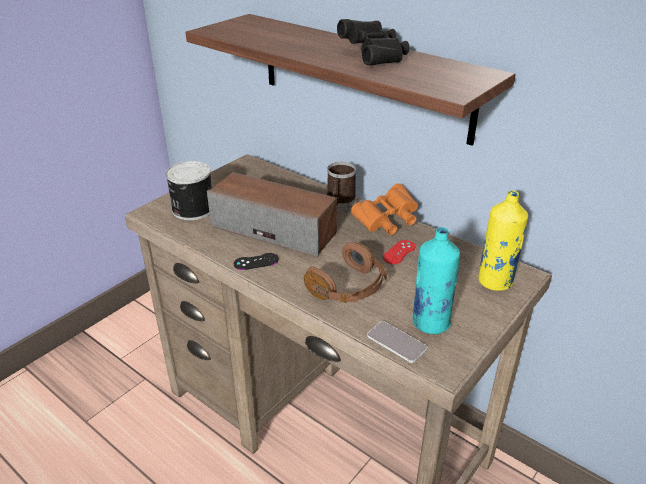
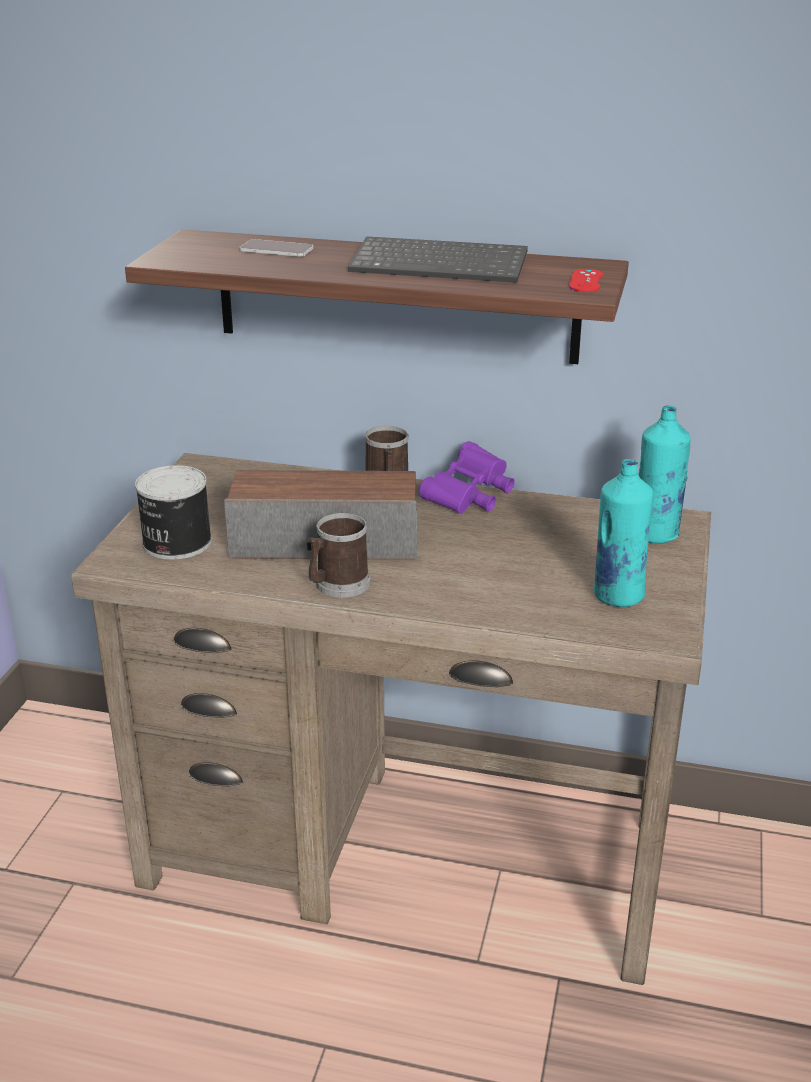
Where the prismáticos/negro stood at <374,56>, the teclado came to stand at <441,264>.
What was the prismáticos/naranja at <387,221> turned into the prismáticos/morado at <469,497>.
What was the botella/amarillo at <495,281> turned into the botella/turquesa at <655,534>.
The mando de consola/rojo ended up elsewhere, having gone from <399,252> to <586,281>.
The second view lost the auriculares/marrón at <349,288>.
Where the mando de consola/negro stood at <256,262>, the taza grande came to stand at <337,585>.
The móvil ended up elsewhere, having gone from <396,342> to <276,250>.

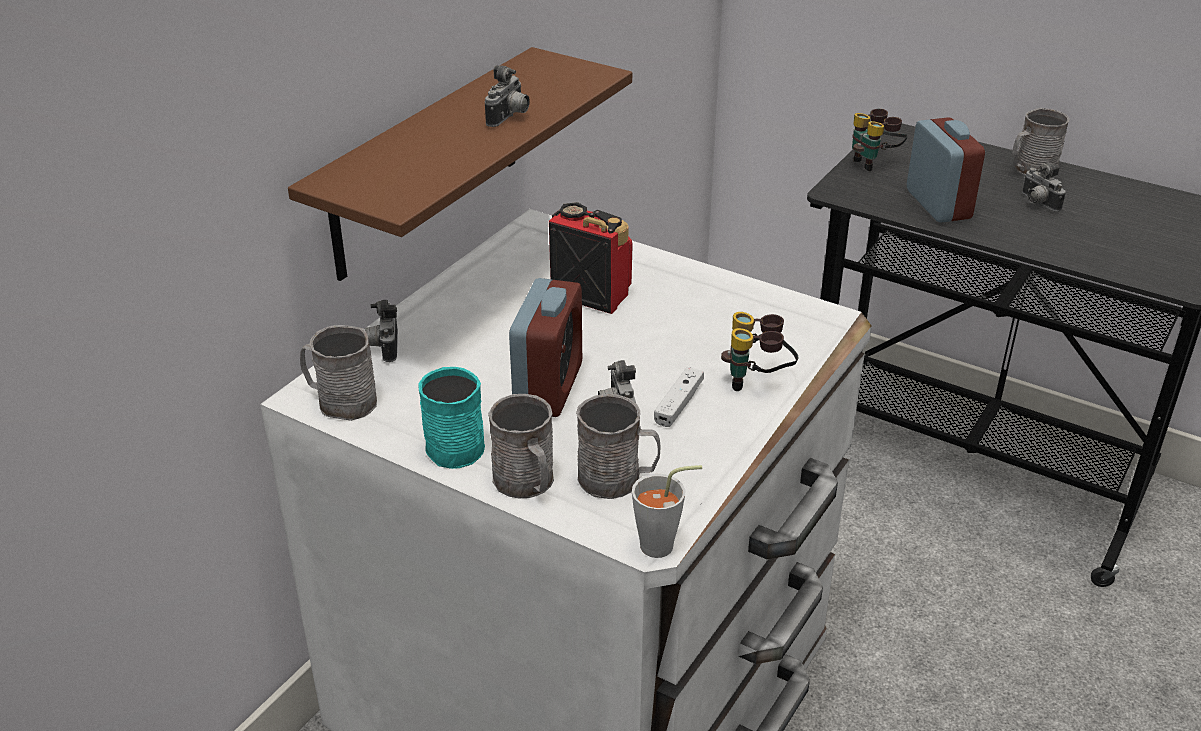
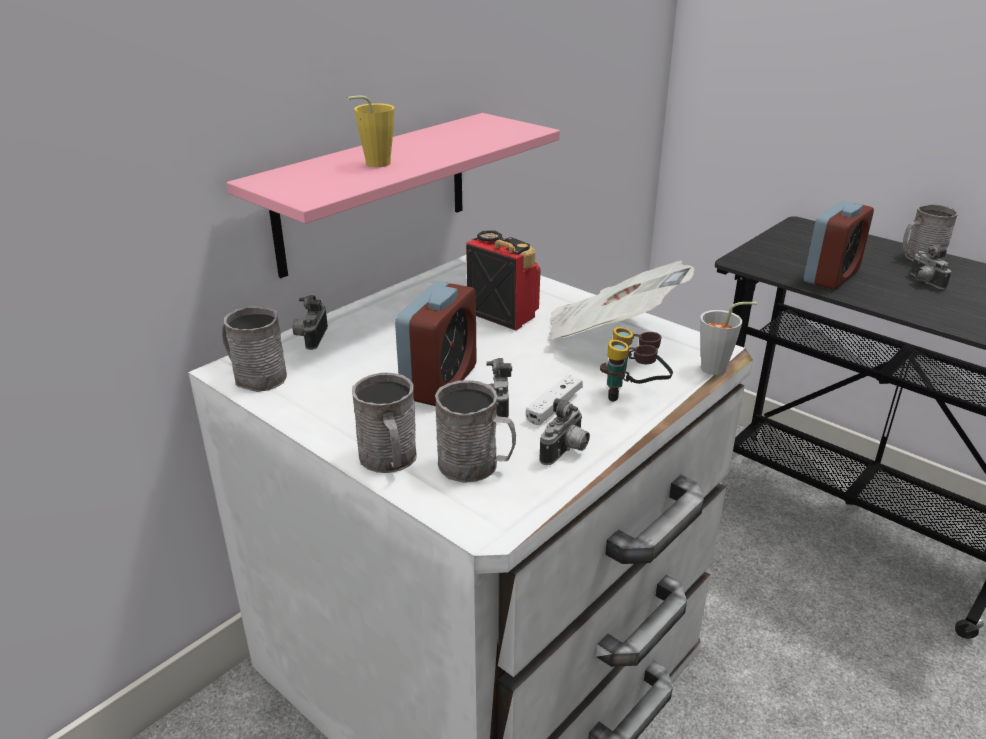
What was the estante/marrón at <426,164> turned into the estante/rosa at <374,193>.
The cámara ended up elsewhere, having gone from <509,117> to <566,452>.
The second view lost the prismáticos at <874,162>.
The despertador at <938,204> ended up facing another way, 45 degrees clockwise from before.
The second view lost the taza grande/turquesa at <451,444>.
The taza/gris ended up elsewhere, having gone from <664,546> to <719,369>.
The second view gained the taza/amarillo at <373,164>.
The second view gained the periódico at <610,335>.

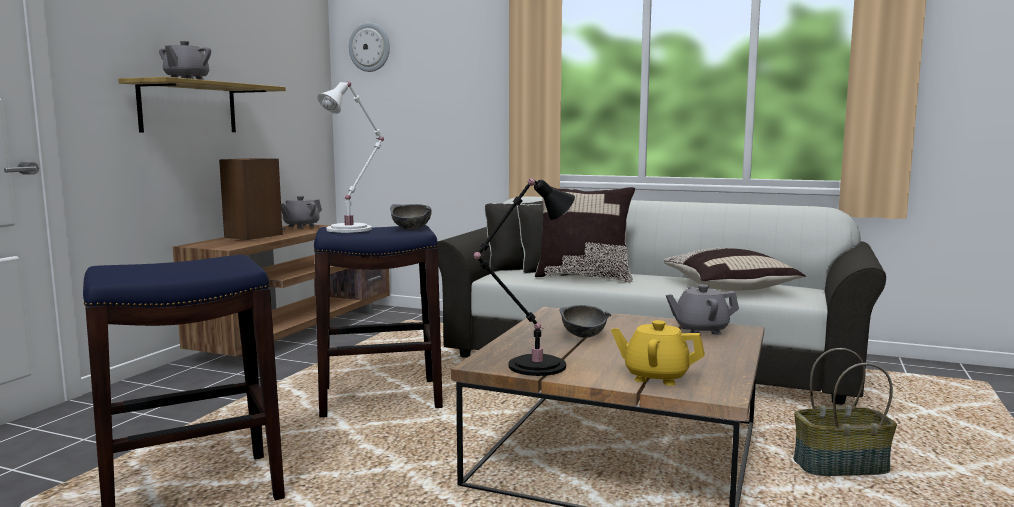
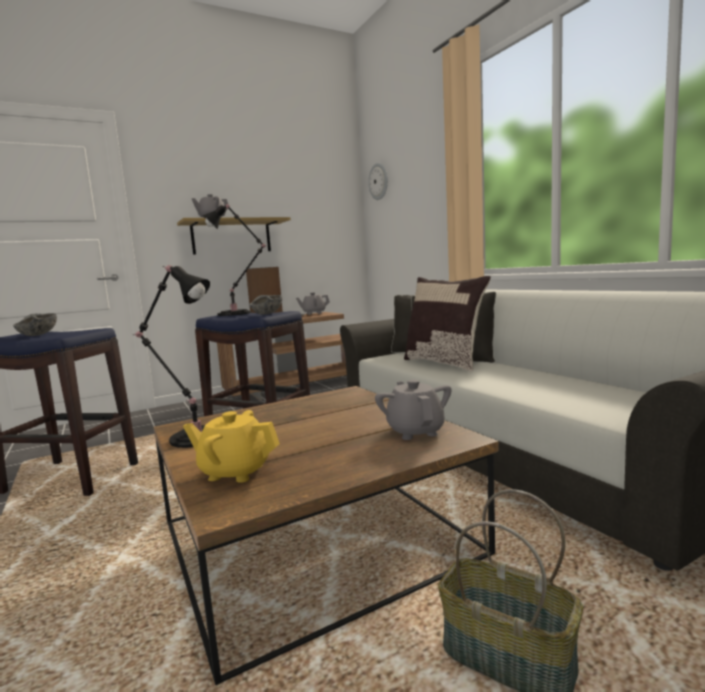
What was the lámpara de mesa/blanco at <352,229> turned into the lámpara de mesa/negro at <237,313>.
The second view lost the cojín at <729,288>.
The tetera/gris at <700,330> ended up facing another way, 45 degrees clockwise from before.
The cuenco/gris ended up elsewhere, having gone from <584,335> to <37,335>.
The tetera/amarillo at <656,377> ended up facing another way, 45 degrees counterclockwise from before.

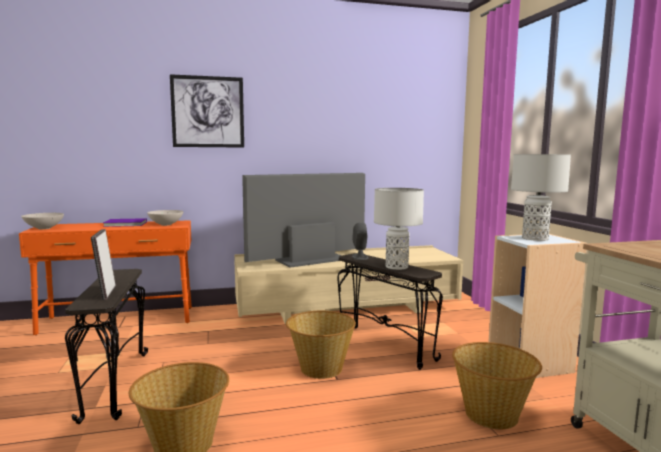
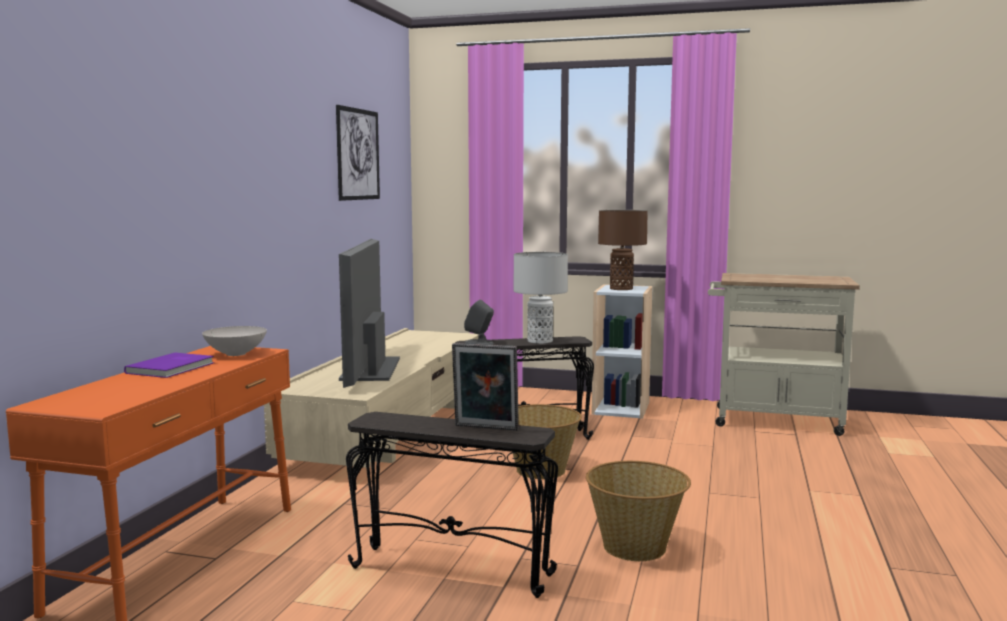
The cuadro ended up elsewhere, having gone from <208,112> to <358,154>.
What was the lámpara de mesa/blanco at <534,238> turned into the lámpara de mesa/marrón at <620,288>.
The second view lost the cuenco/blanco at <44,228>.
The second view lost the cesta at <492,414>.

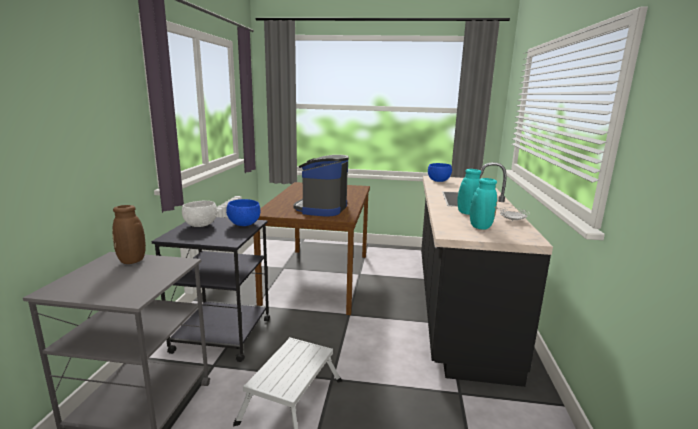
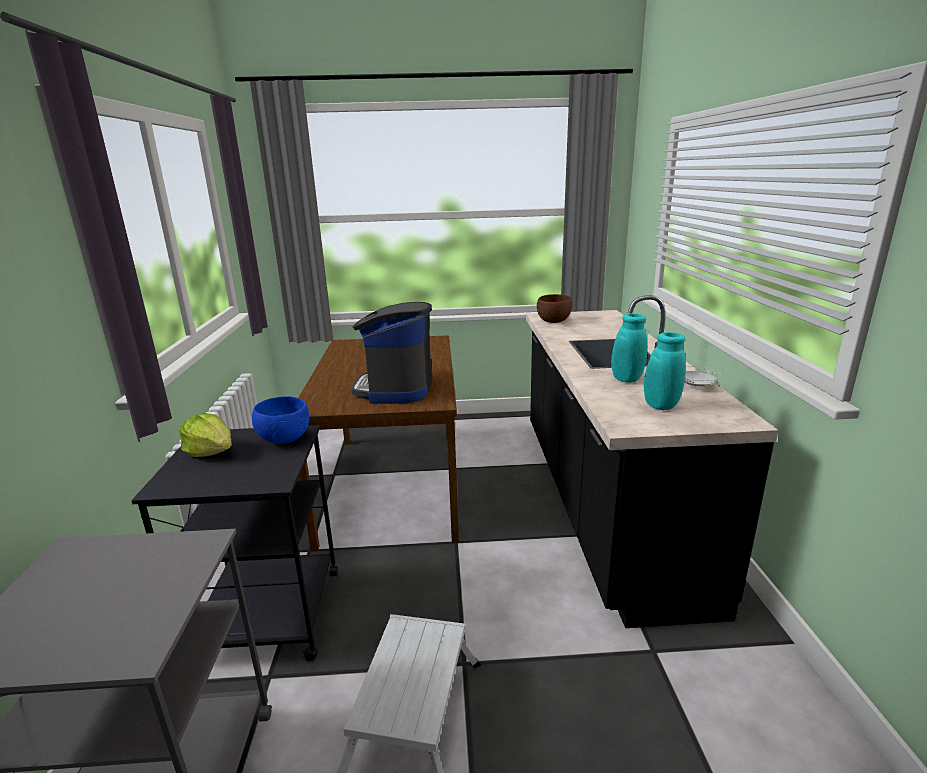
What was the cuenco/azul at <438,181> turned into the cuenco/marrón at <553,321>.
Where the cuenco/blanco stood at <201,225>, the lechuga came to stand at <211,452>.
The second view lost the florero/marrón at <132,262>.

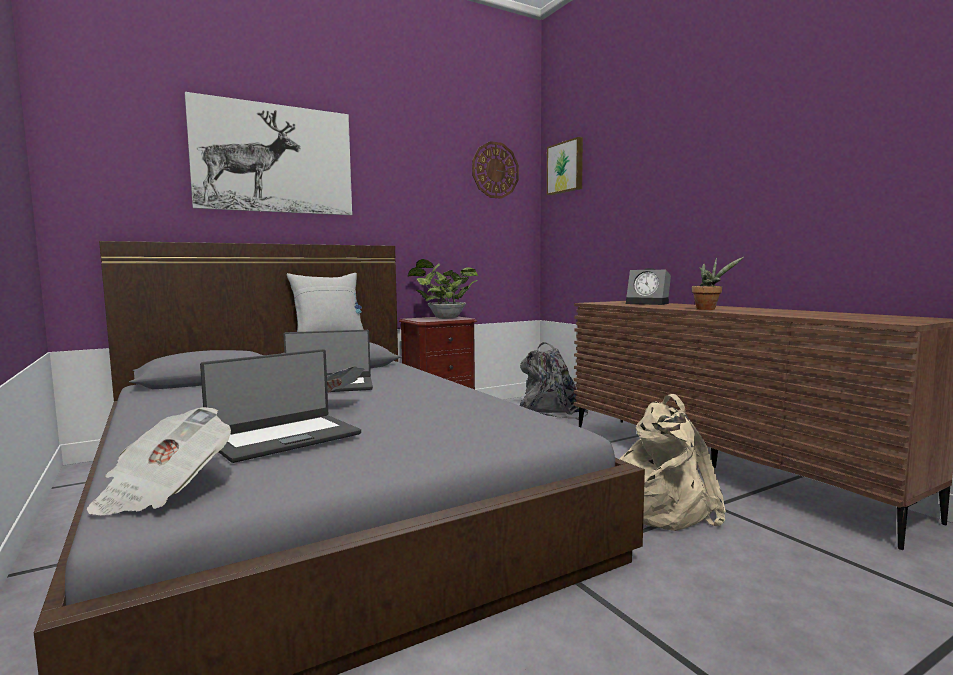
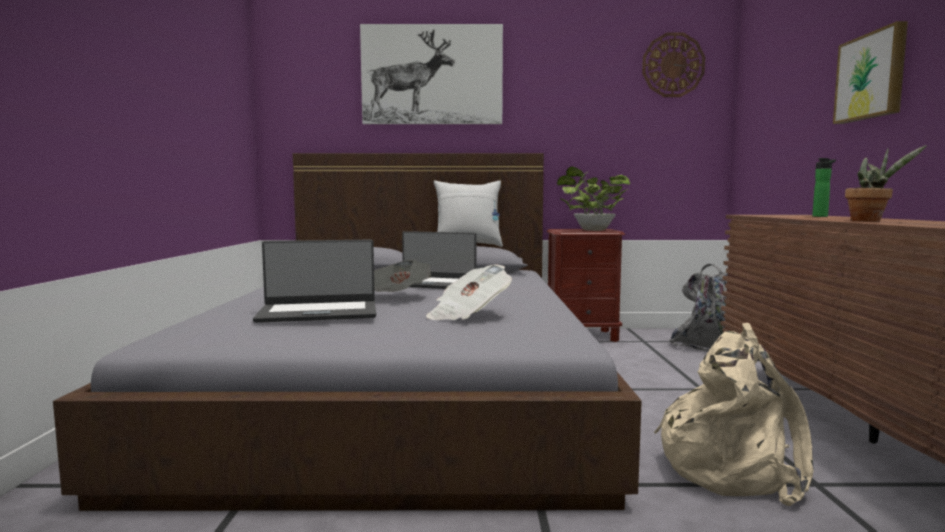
The cuadro ended up elsewhere, having gone from <566,167> to <872,76>.
Where the despertador stood at <649,303>, the botella came to stand at <821,216>.
The periódico ended up elsewhere, having gone from <163,491> to <468,315>.

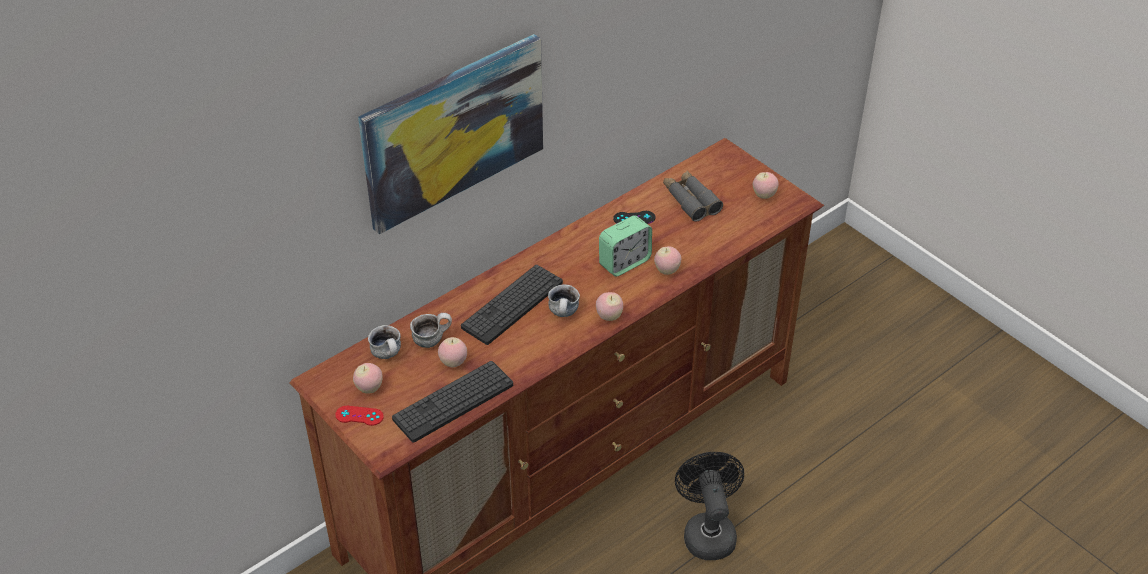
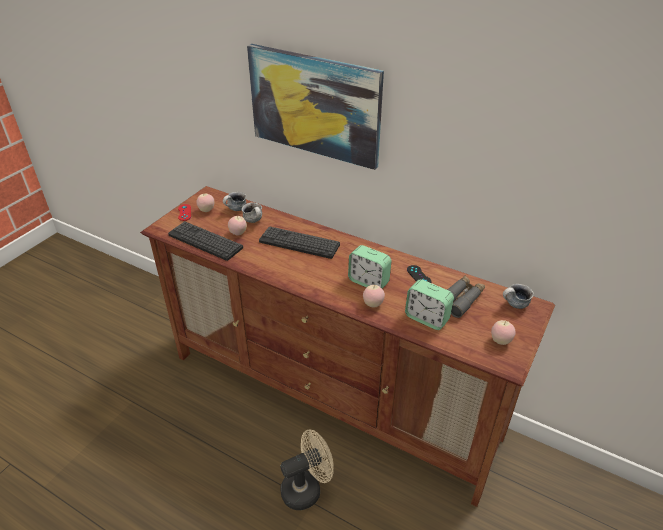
The taza grande ended up elsewhere, having gone from <564,314> to <514,305>.
The second view lost the manzana at <609,316>.
What was the ventilador/negro at <707,531> turned into the ventilador/beis at <307,488>.
The second view gained the despertador at <427,318>.

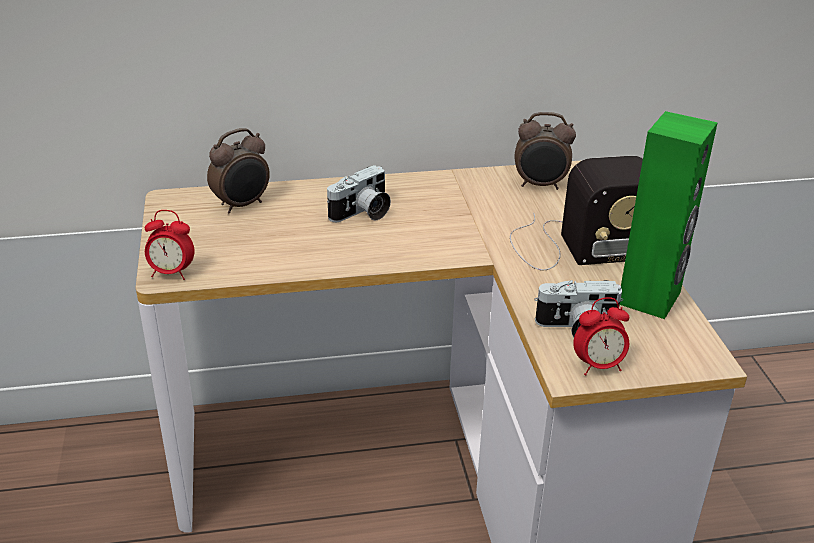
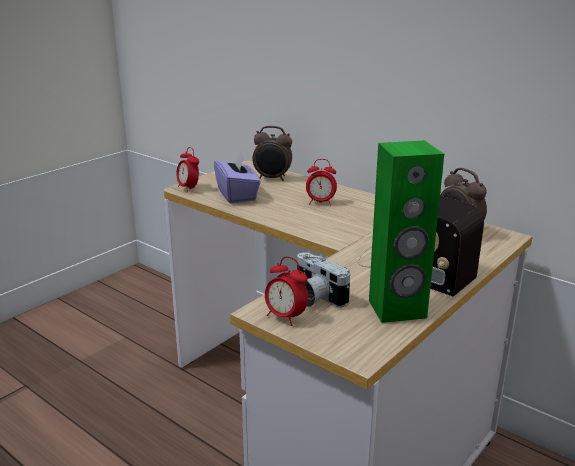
Where the cámara stood at <362,213>, the despertador came to stand at <320,203>.
The second view gained the caja de pañuelos/morado at <237,195>.

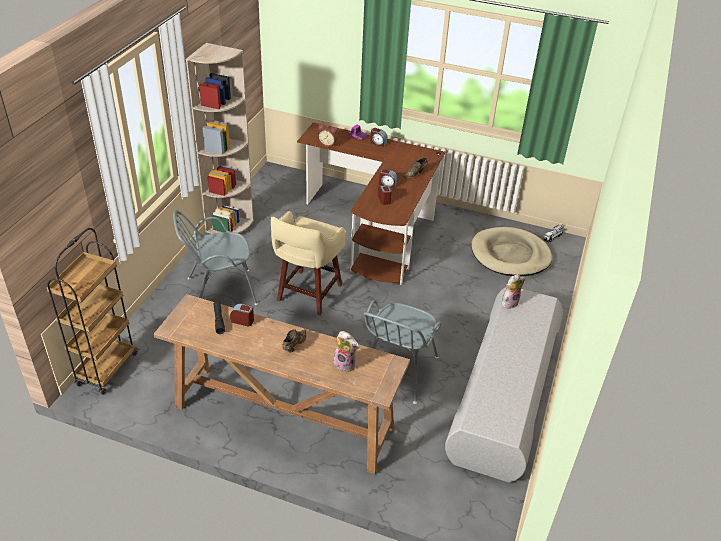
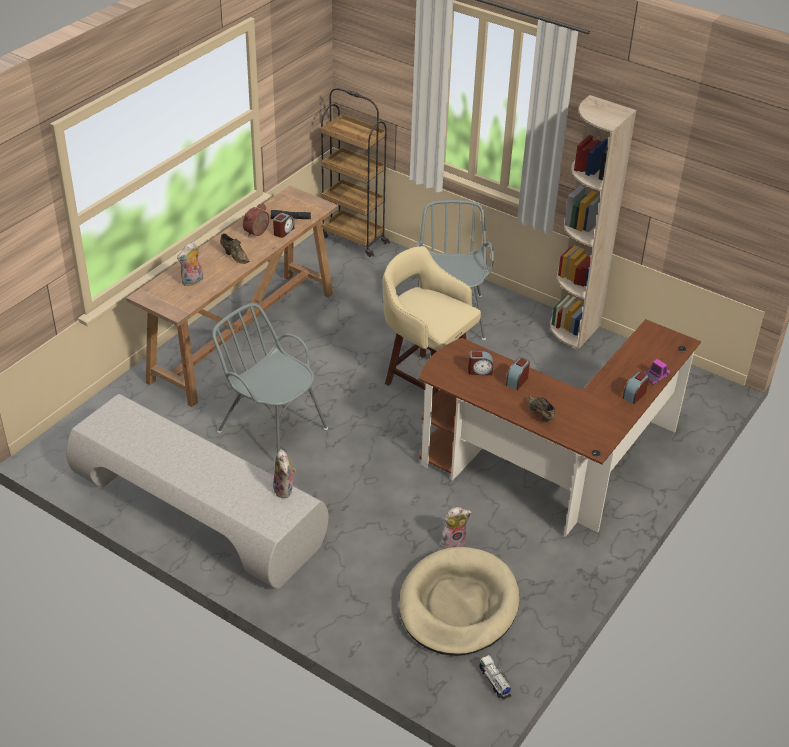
The despertador ended up elsewhere, having gone from <328,144> to <258,233>.
The second view gained the peluche at <453,541>.

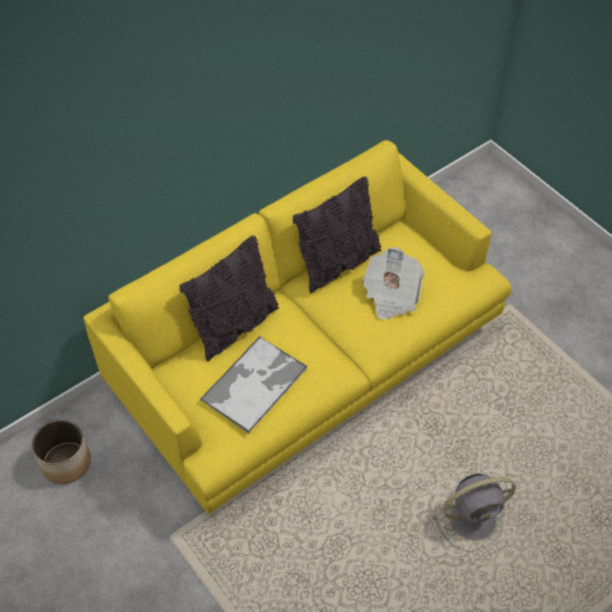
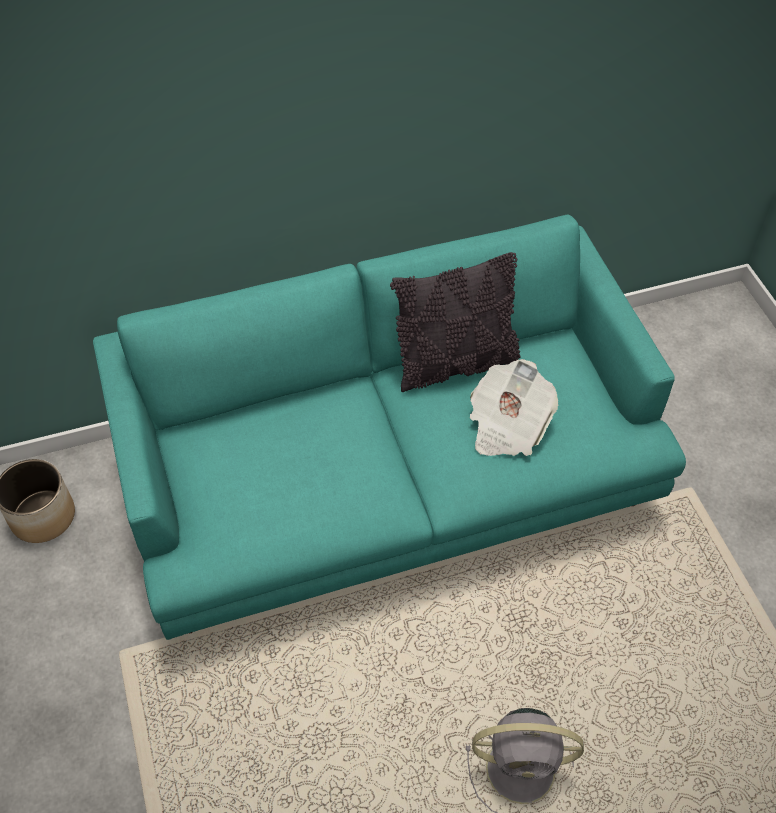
What was the sofá/amarillo at <304,359> turned into the sofá/turquesa at <386,478>.
The second view lost the cojín/negro at <234,326>.
The second view lost the bandeja at <255,383>.

